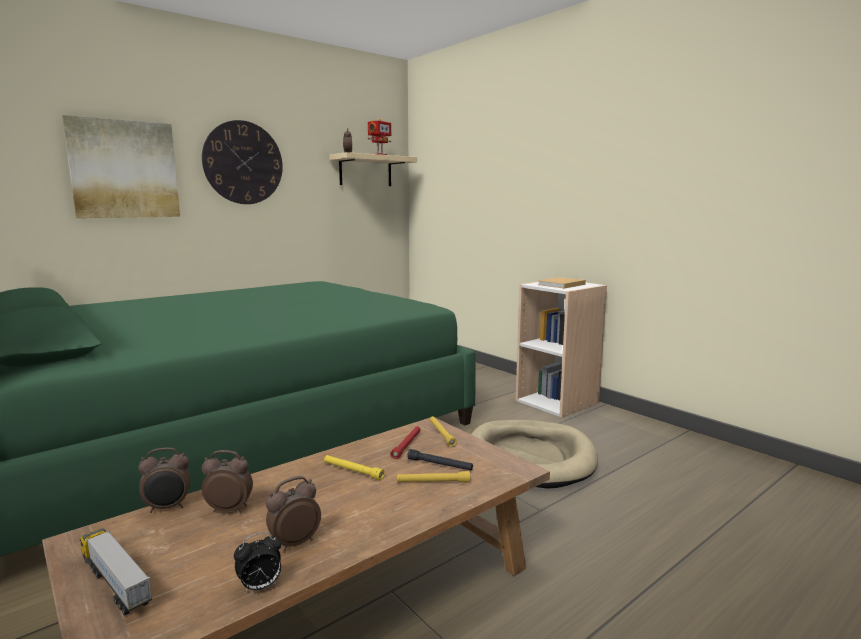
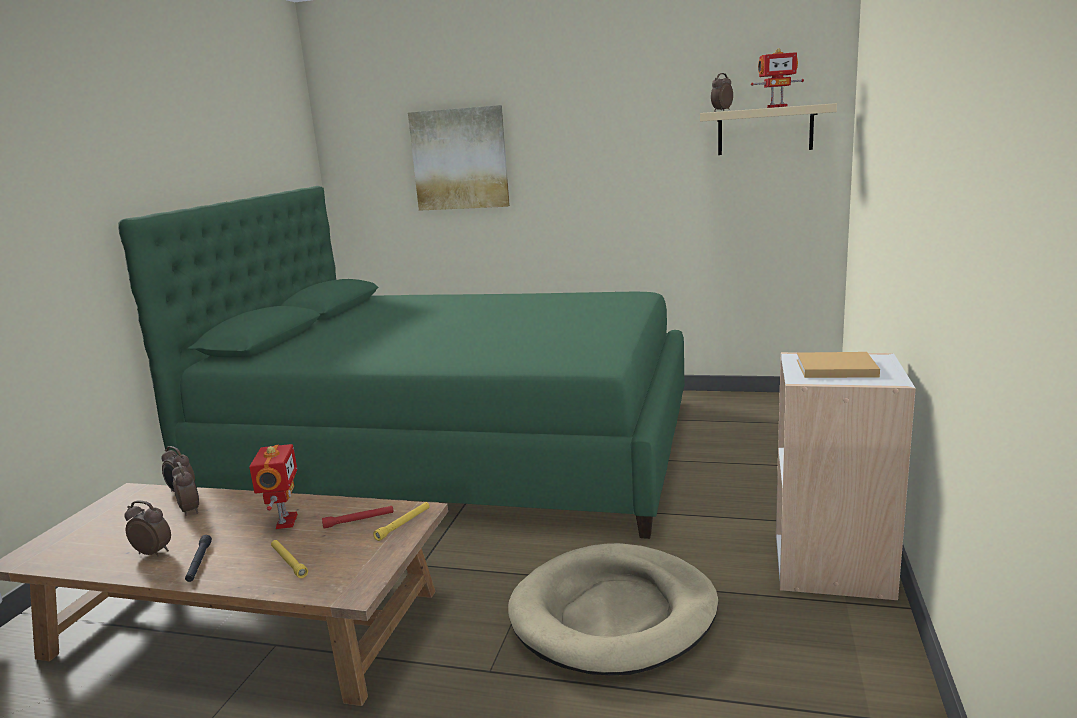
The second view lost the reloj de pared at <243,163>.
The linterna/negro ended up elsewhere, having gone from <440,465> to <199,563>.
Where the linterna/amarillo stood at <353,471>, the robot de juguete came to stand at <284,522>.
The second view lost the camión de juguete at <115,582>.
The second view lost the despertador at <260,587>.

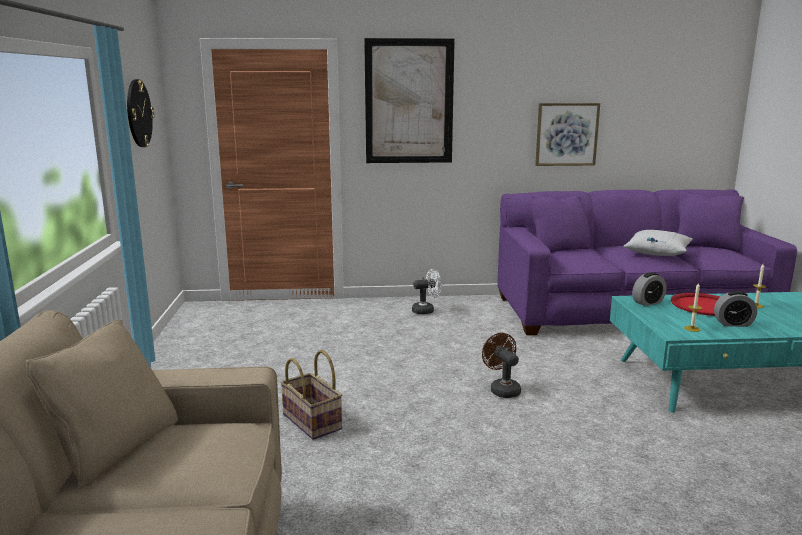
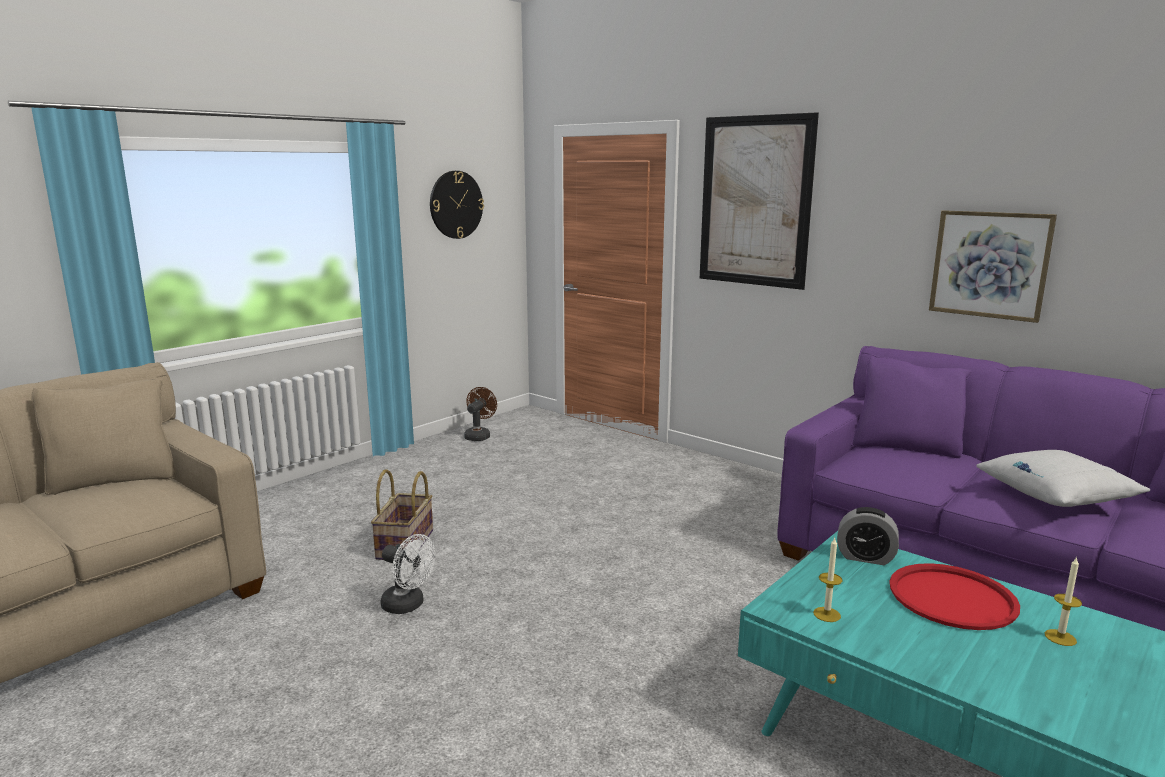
The ventilador/blanco ended up elsewhere, having gone from <426,310> to <408,605>.
The second view lost the despertador at <733,324>.
The ventilador/marrón ended up elsewhere, having gone from <502,389> to <479,436>.

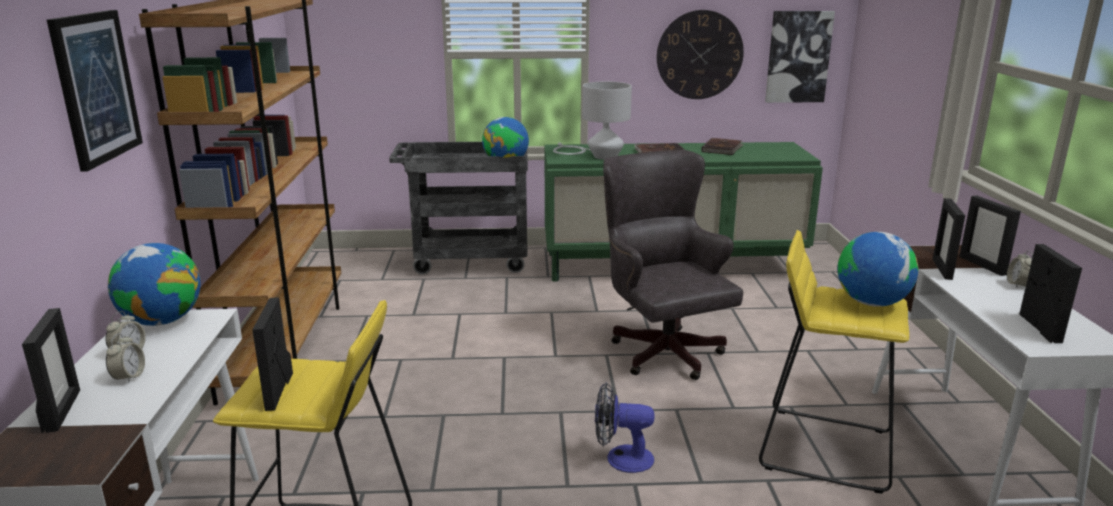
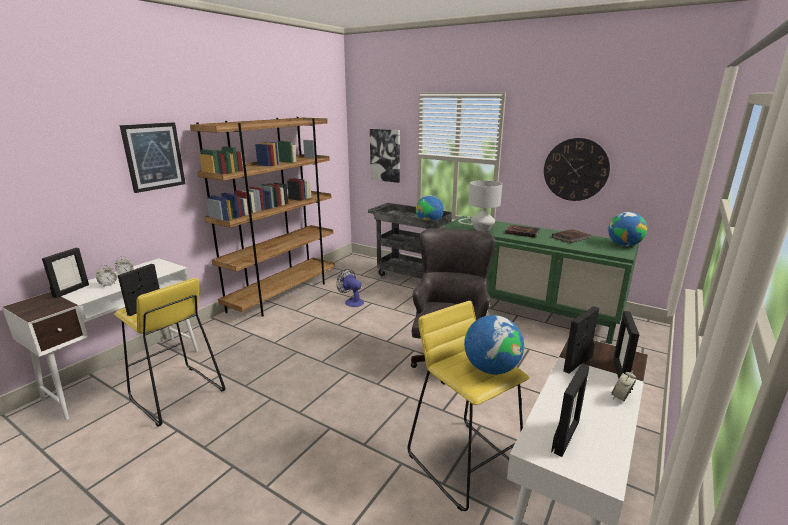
The cuadro ended up elsewhere, having gone from <798,57> to <385,155>.
The globo terráqueo ended up elsewhere, having gone from <162,321> to <624,245>.
The ventilador ended up elsewhere, having gone from <621,458> to <351,301>.

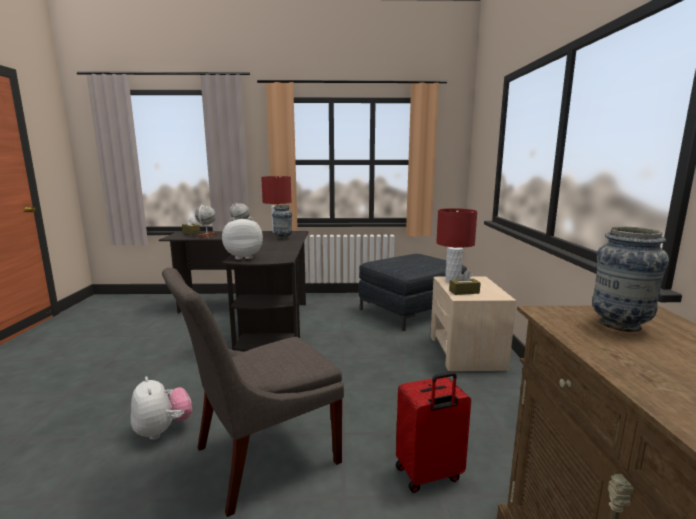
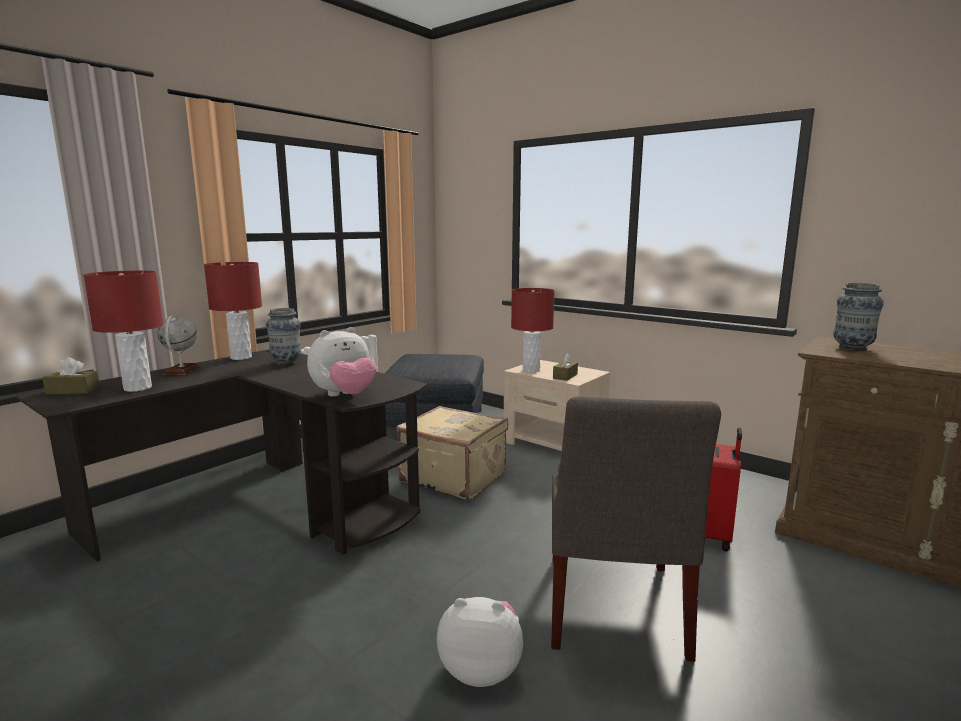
Where the globo terráqueo stood at <207,236>, the lámpara de mesa/rojo came to stand at <137,388>.
The peluche at <243,257> ended up facing another way, 150 degrees counterclockwise from before.
The second view gained the maleta/beis at <454,476>.

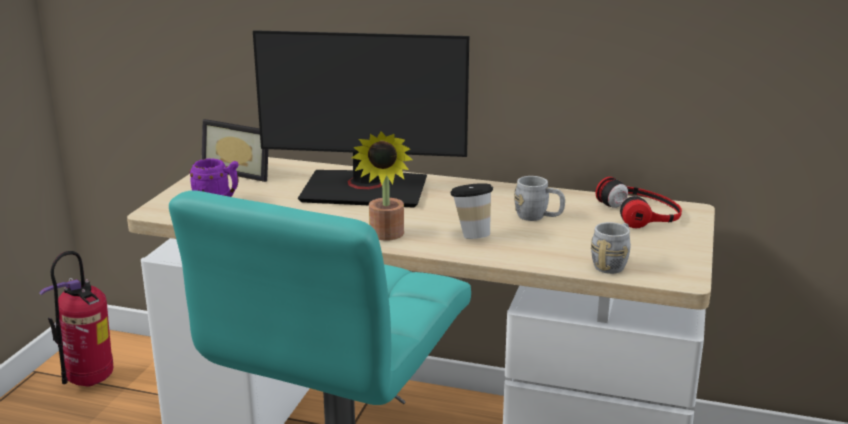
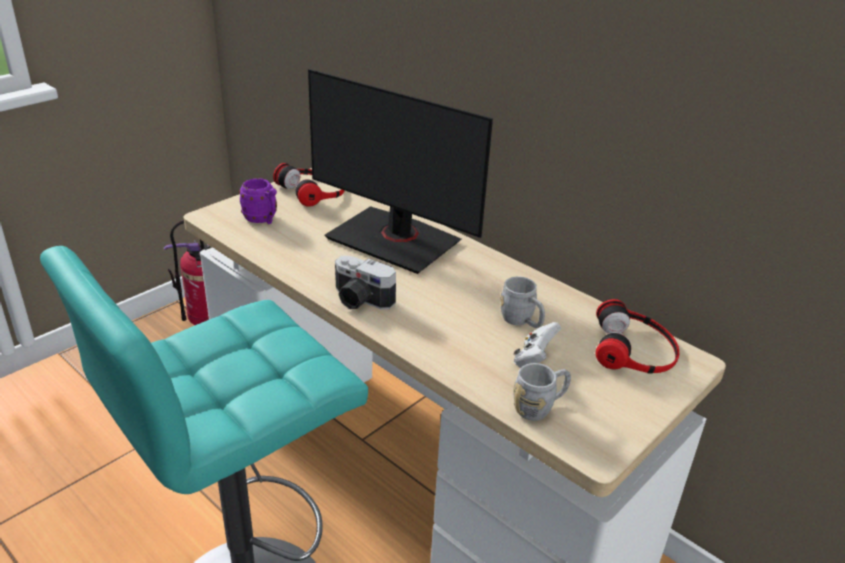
Where the portarretratos stood at <241,171>, the auriculares came to stand at <313,190>.
Where the planta en maceta stood at <386,236>, the cámara came to stand at <360,300>.
The second view lost the taza at <471,235>.
The second view gained the mando de consola/blanco at <534,359>.

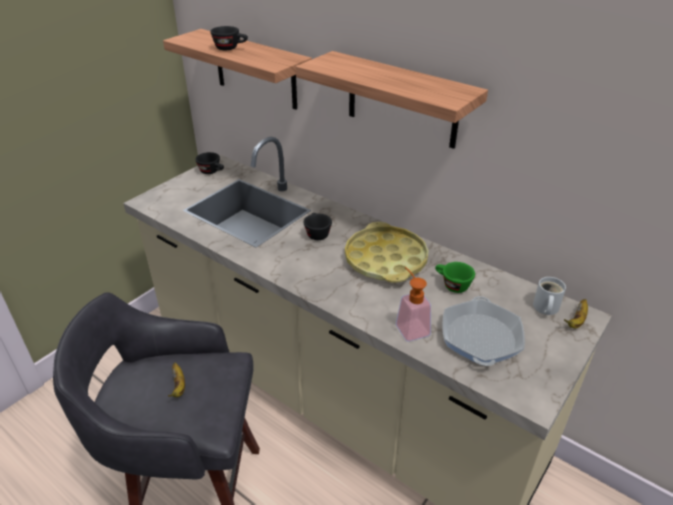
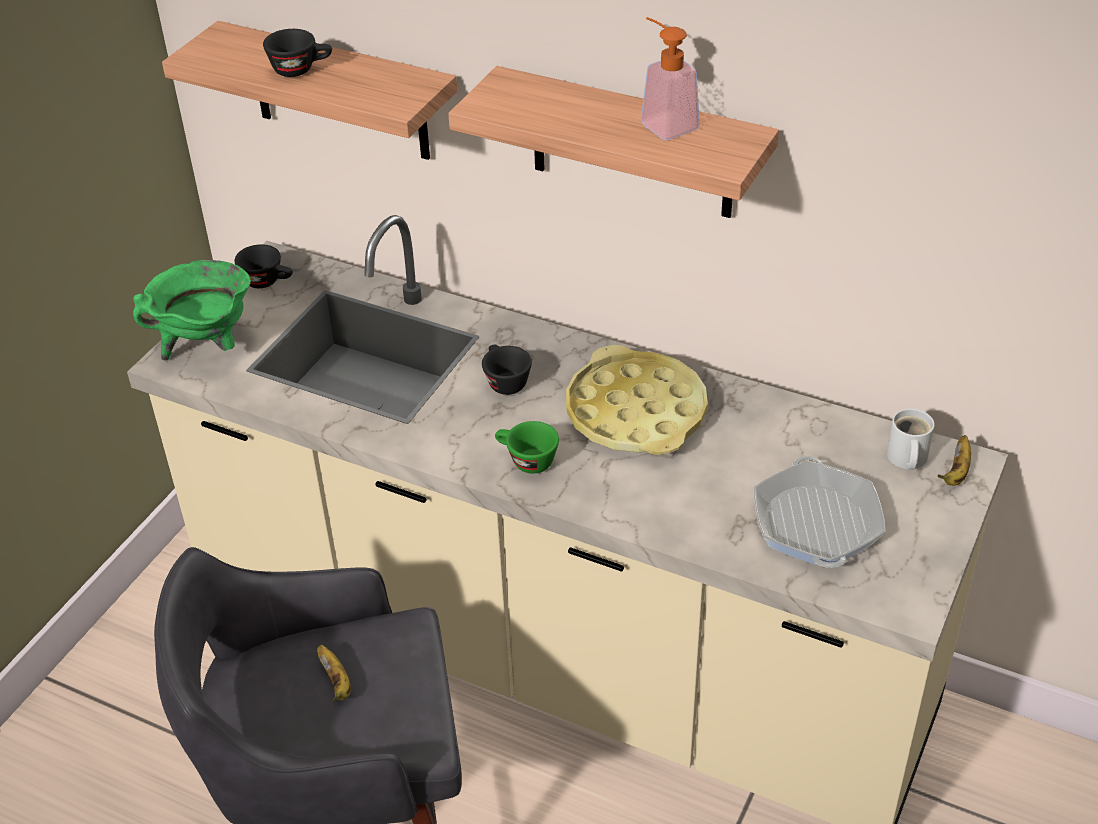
The taza/verde ended up elsewhere, having gone from <451,285> to <526,460>.
The dispensador de jabón ended up elsewhere, having gone from <410,326> to <664,122>.
The second view gained the olla/verde at <207,346>.

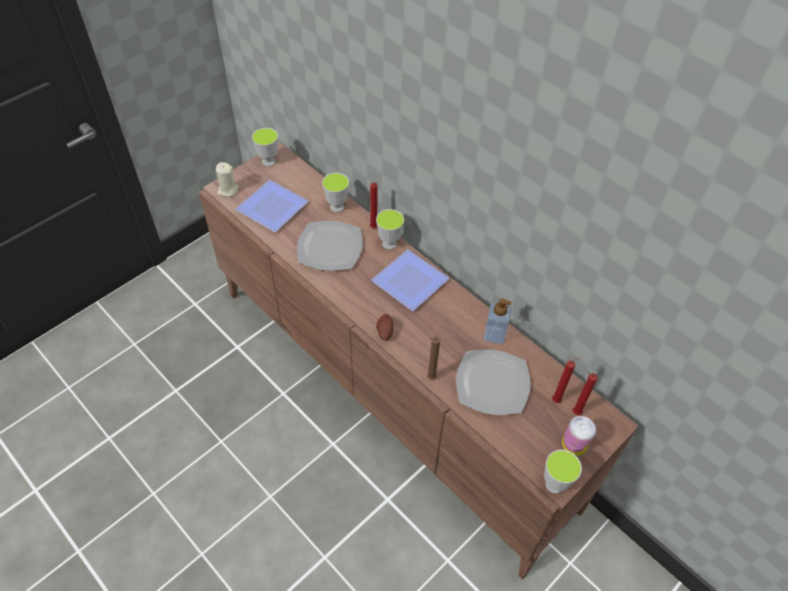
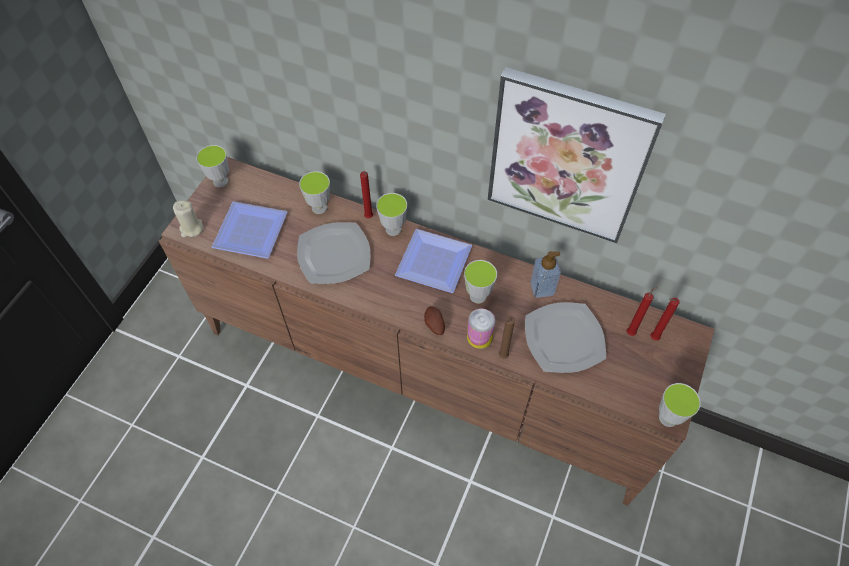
The lata ended up elsewhere, having gone from <574,443> to <479,337>.
The second view gained the cuadro at <567,157>.
The second view gained the taza at <478,296>.

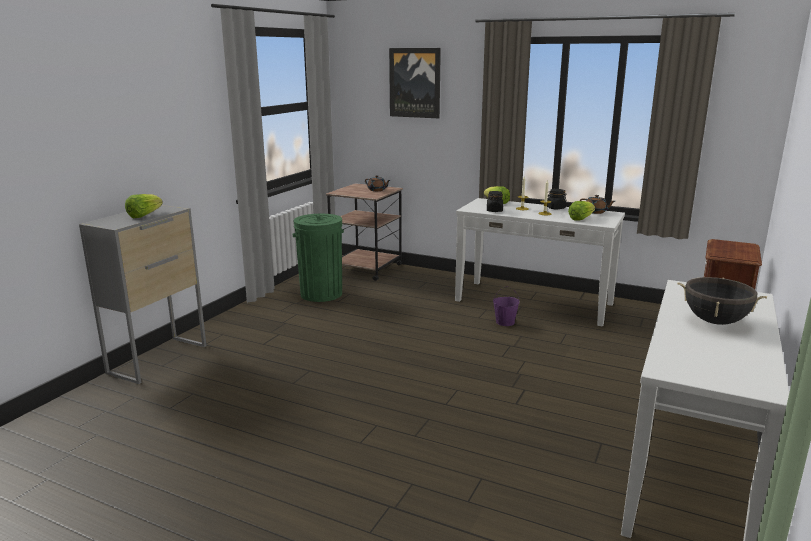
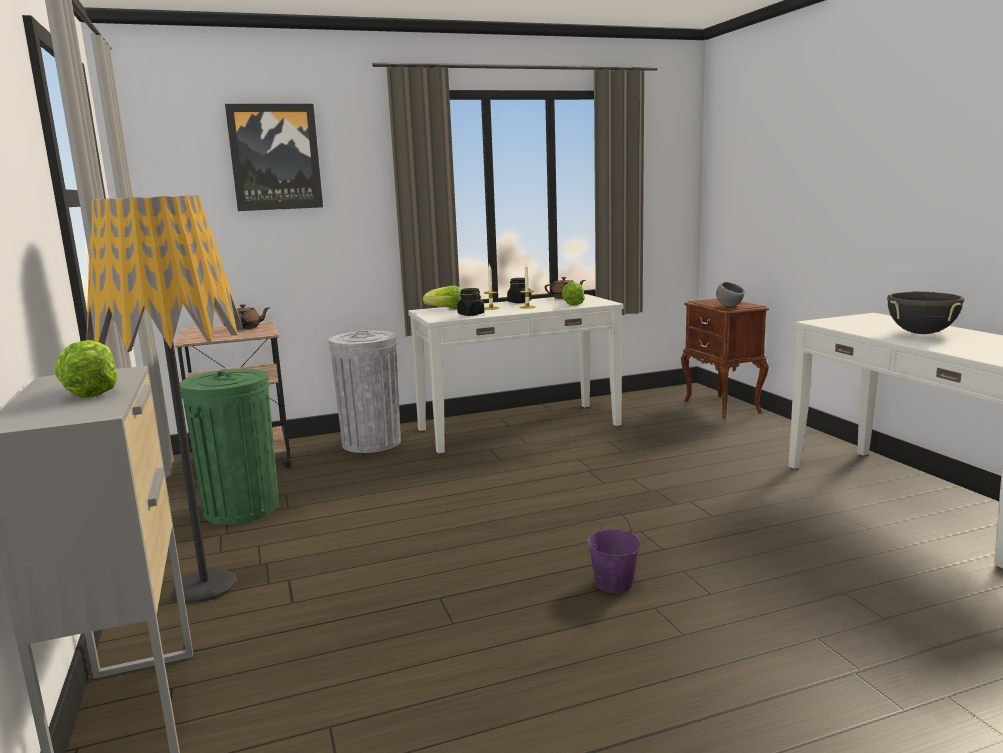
The cubo/morado ended up elsewhere, having gone from <505,322> to <613,583>.
The second view gained the lámpara de pie at <204,587>.
The second view gained the cuenco/gris at <729,306>.
The second view gained the papelera/gris at <371,443>.

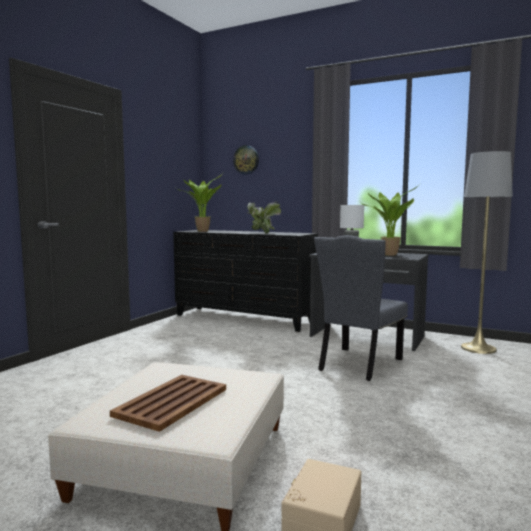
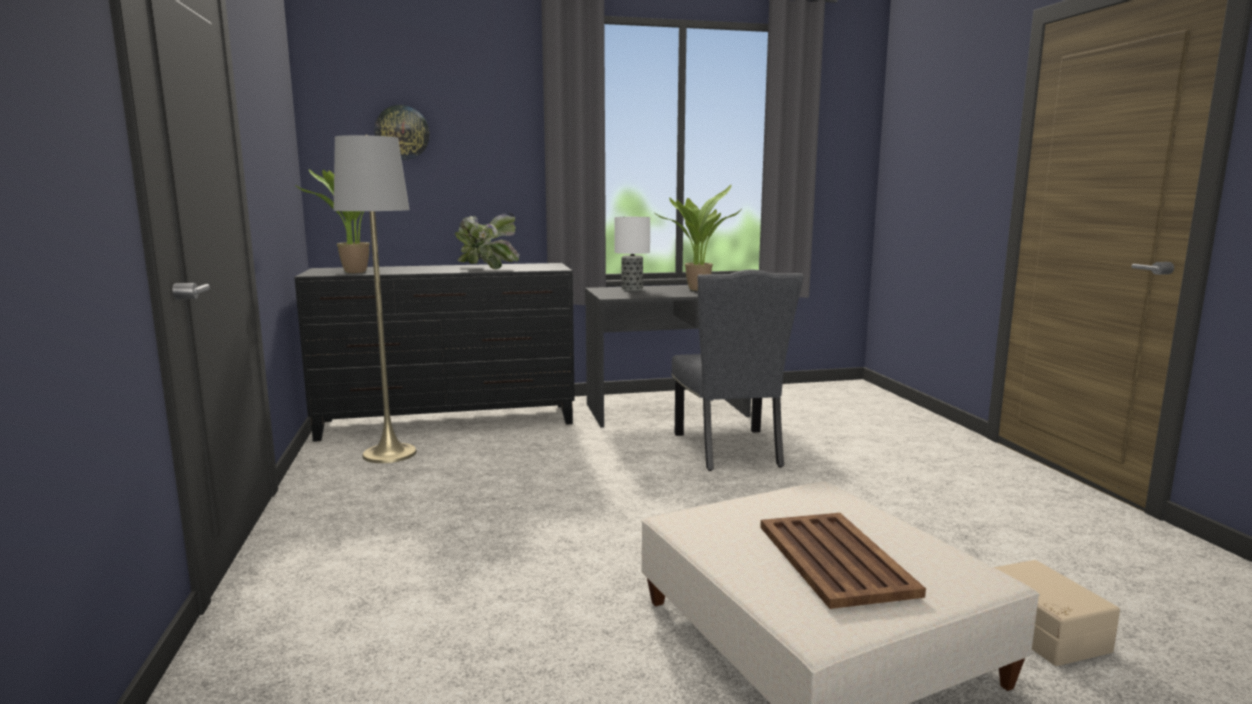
The lámpara de pie/gris ended up elsewhere, having gone from <478,348> to <389,453>.

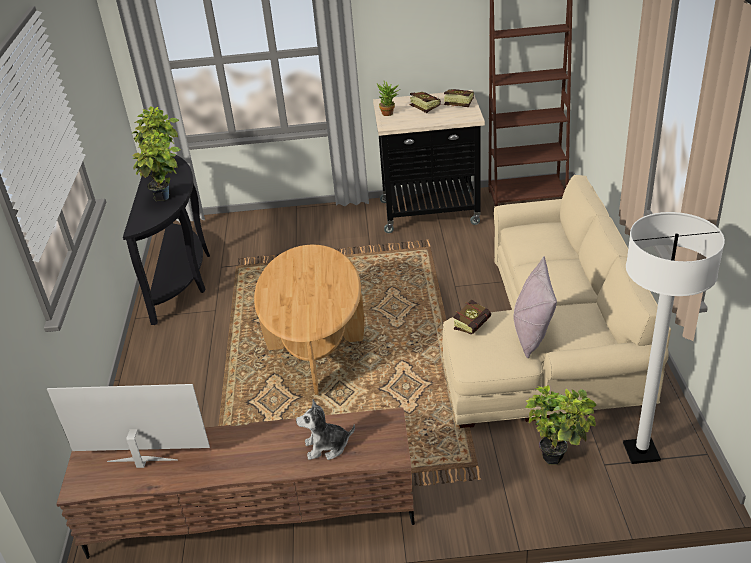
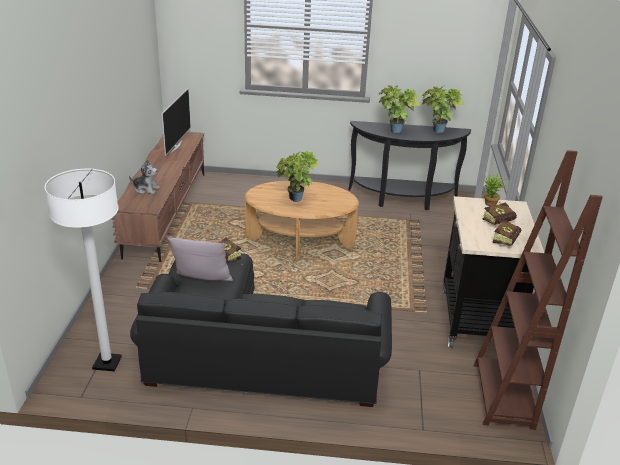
What was the sofá/beis at <552,340> turned into the sofá/negro at <252,351>.
The planta en maceta ended up elsewhere, having gone from <558,456> to <296,201>.
The peluche at <327,447> ended up facing another way, 105 degrees clockwise from before.

